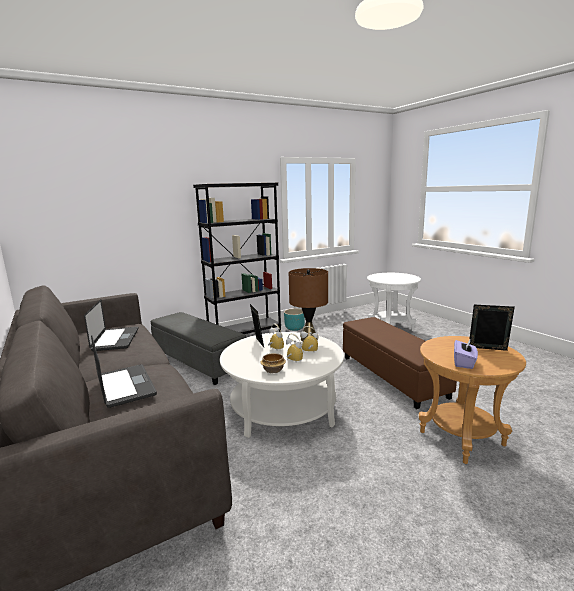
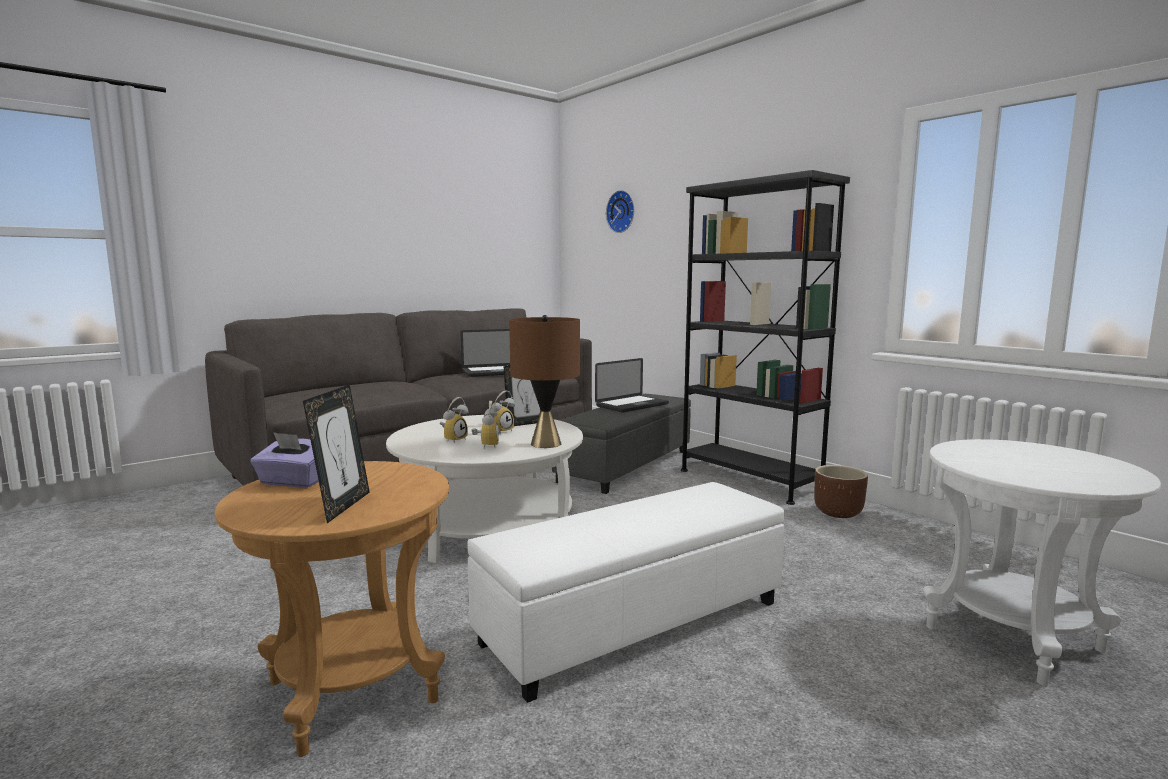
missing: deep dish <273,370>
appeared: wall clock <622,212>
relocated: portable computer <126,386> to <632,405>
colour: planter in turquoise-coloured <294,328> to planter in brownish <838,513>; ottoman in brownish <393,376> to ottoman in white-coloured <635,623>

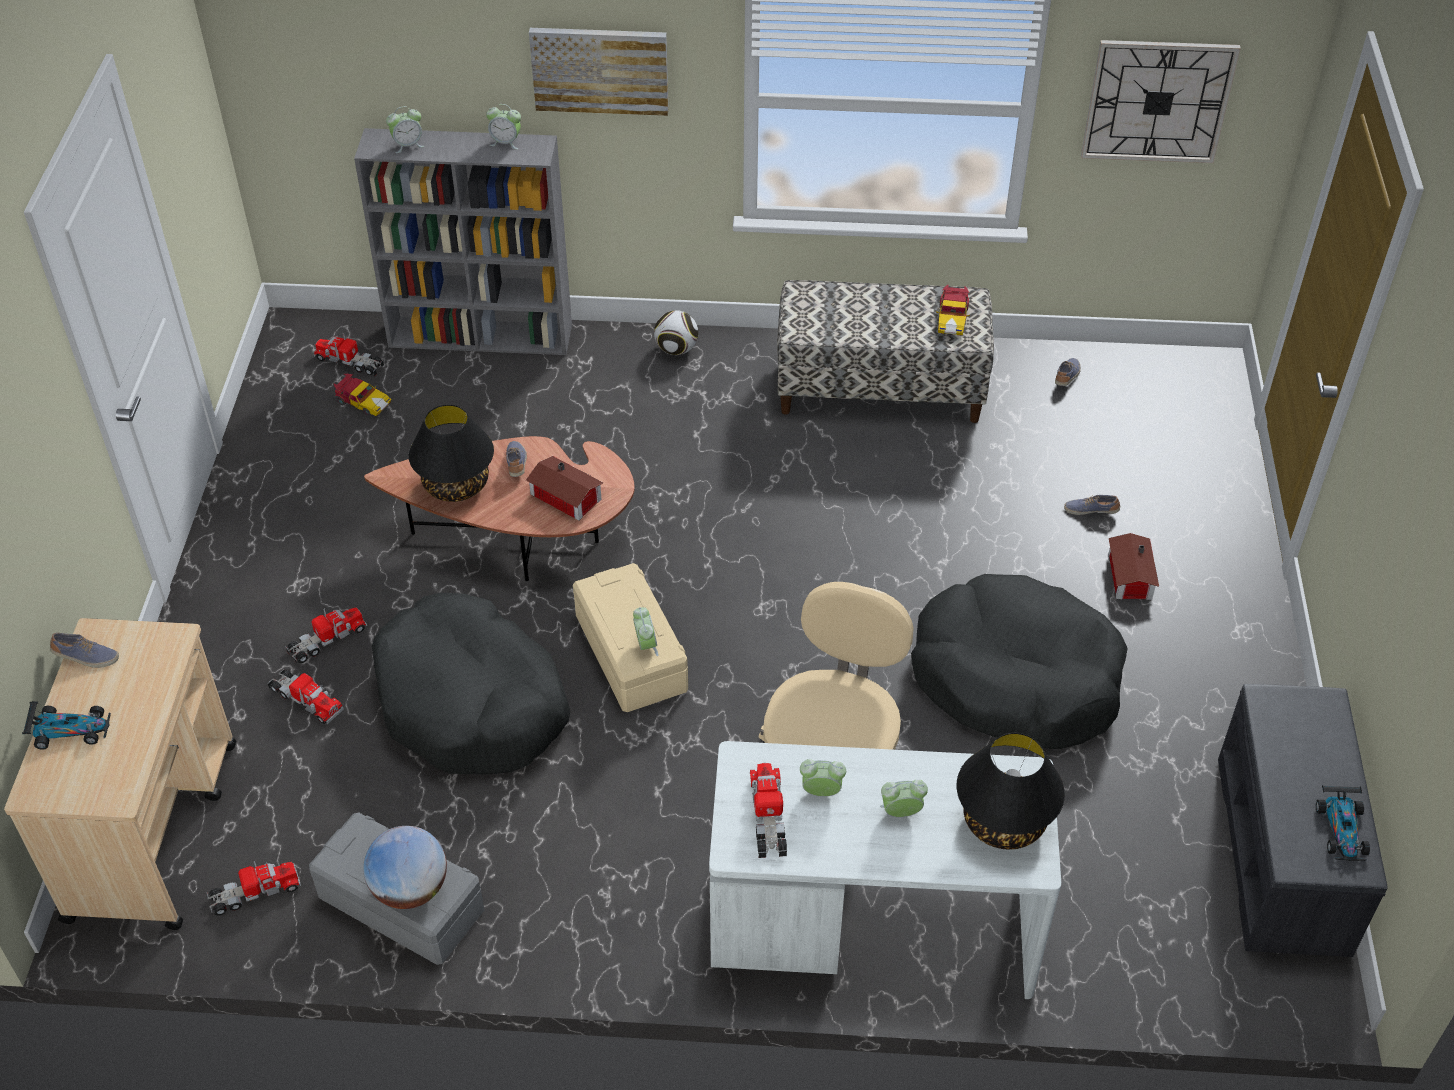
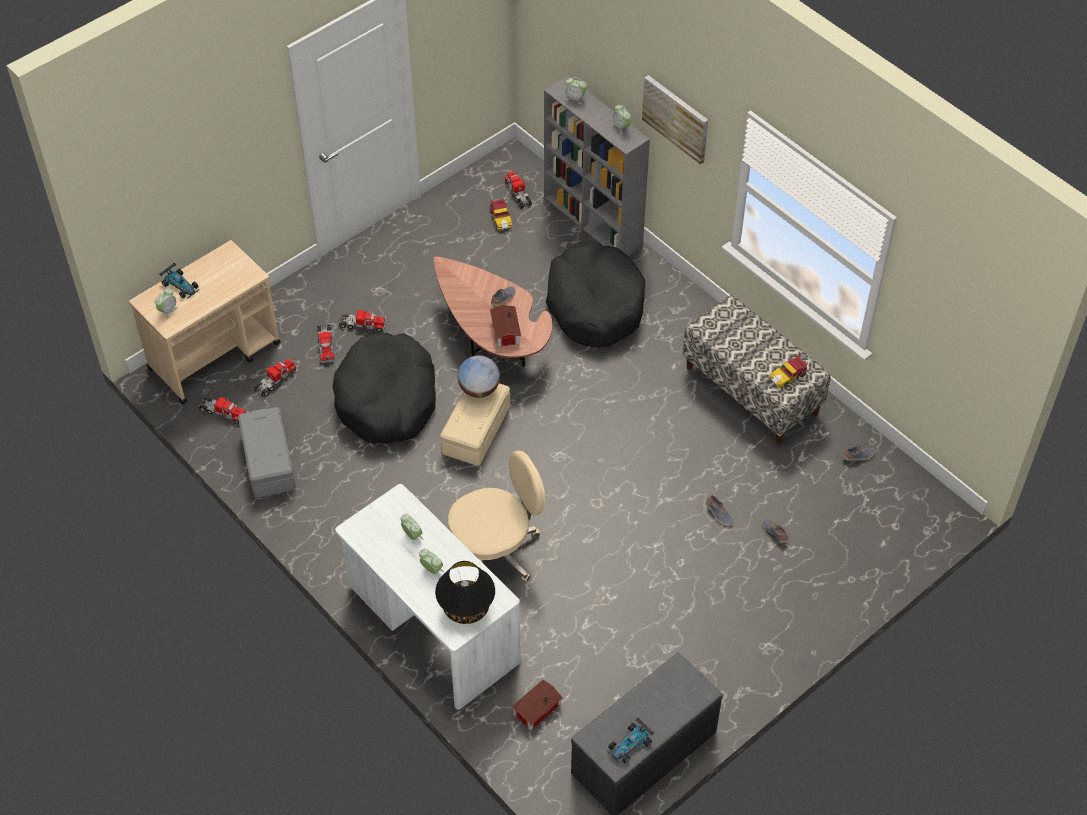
missing: lamp for a table in blackish <456,485>; football <676,349>; wall clock <1158,101>
relocated: shoe <86,657> to <719,514>; world globe <410,888> to <479,389>; alarm clock <645,645> to <168,311>; model truck <768,816> to <275,380>; dog bed in blackish <1015,678> to <595,305>; miniature house <1128,577> to <535,709>

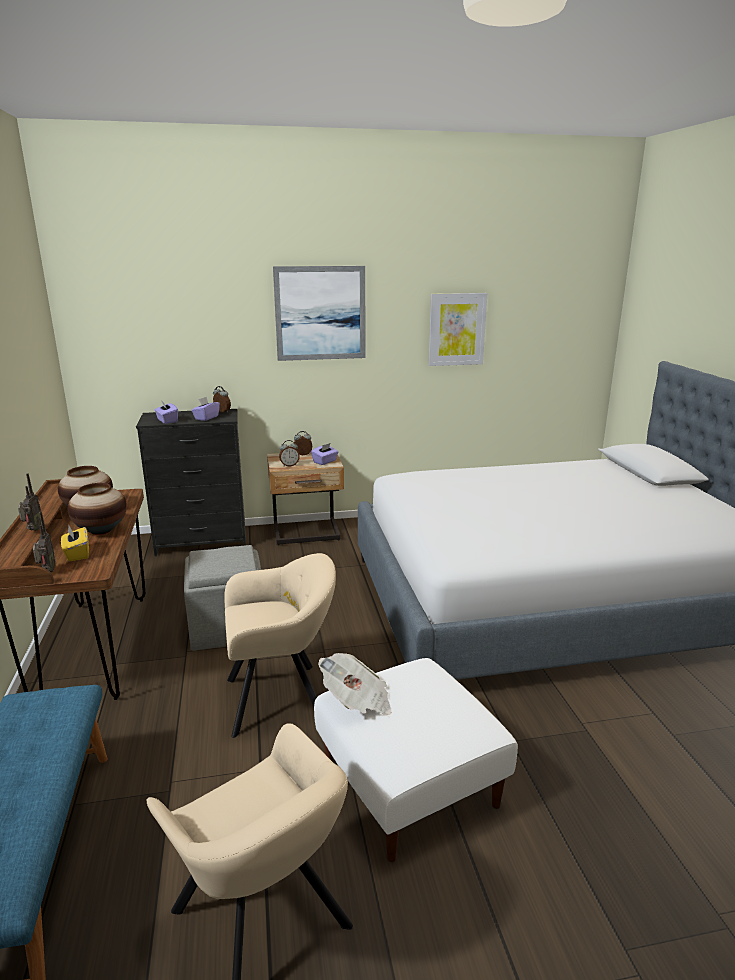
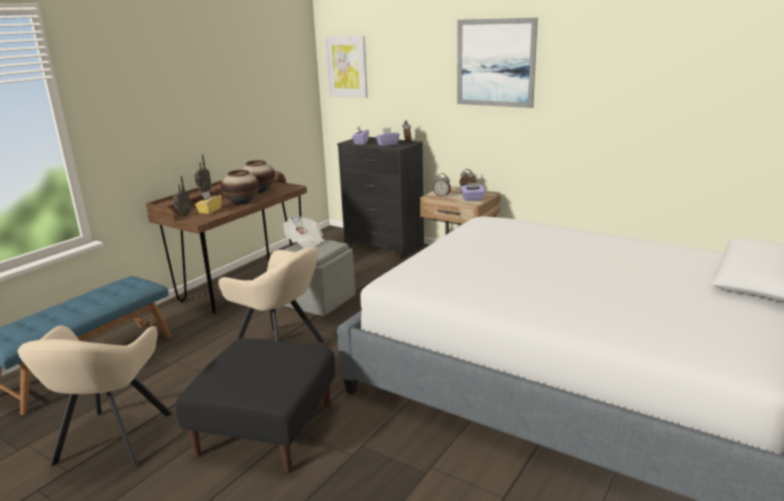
relocated: daily paper <357,701> to <304,242>; picture <456,329> to <347,66>
colour: ottoman in white-coloured <408,783> to ottoman in blackish <266,428>

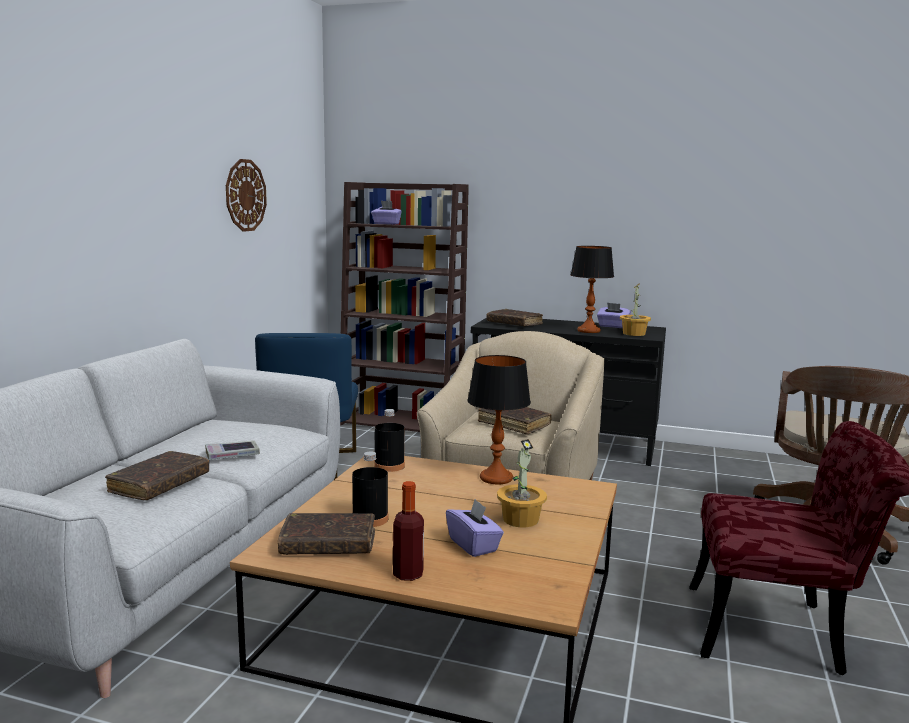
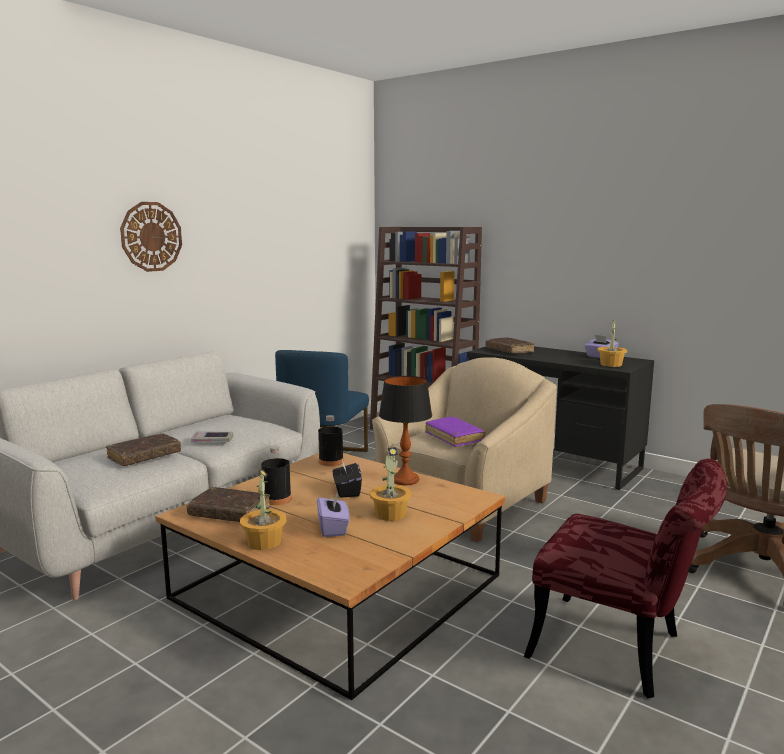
missing: box of tissues in purple <387,224>; lamp for a table <589,331>
appeared: box of tissues in blackish <347,491>
relocated: wall clock <245,195> to <151,236>
exchanged: bottle <408,574> to houseplant <263,542>
colour: volume in brownish <514,424> to volume in purple <454,437>

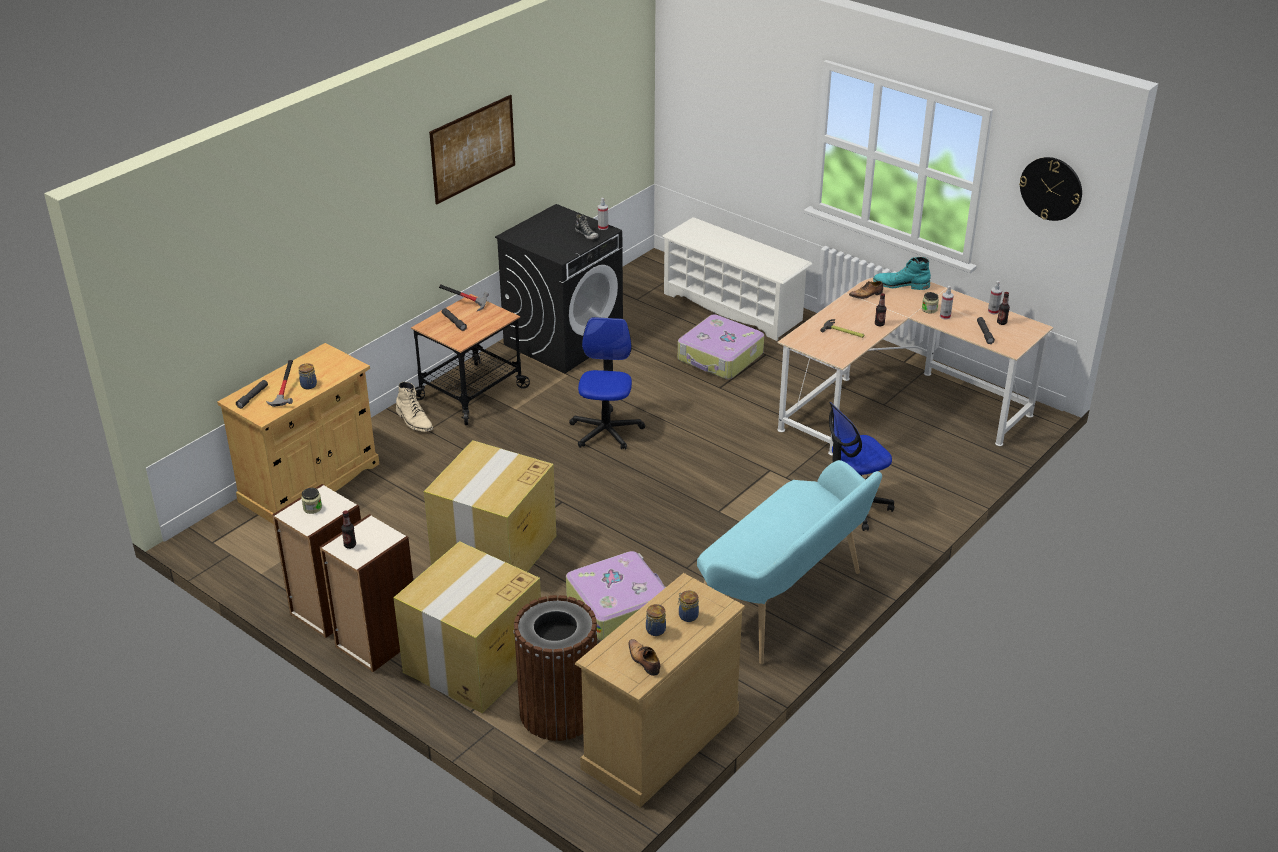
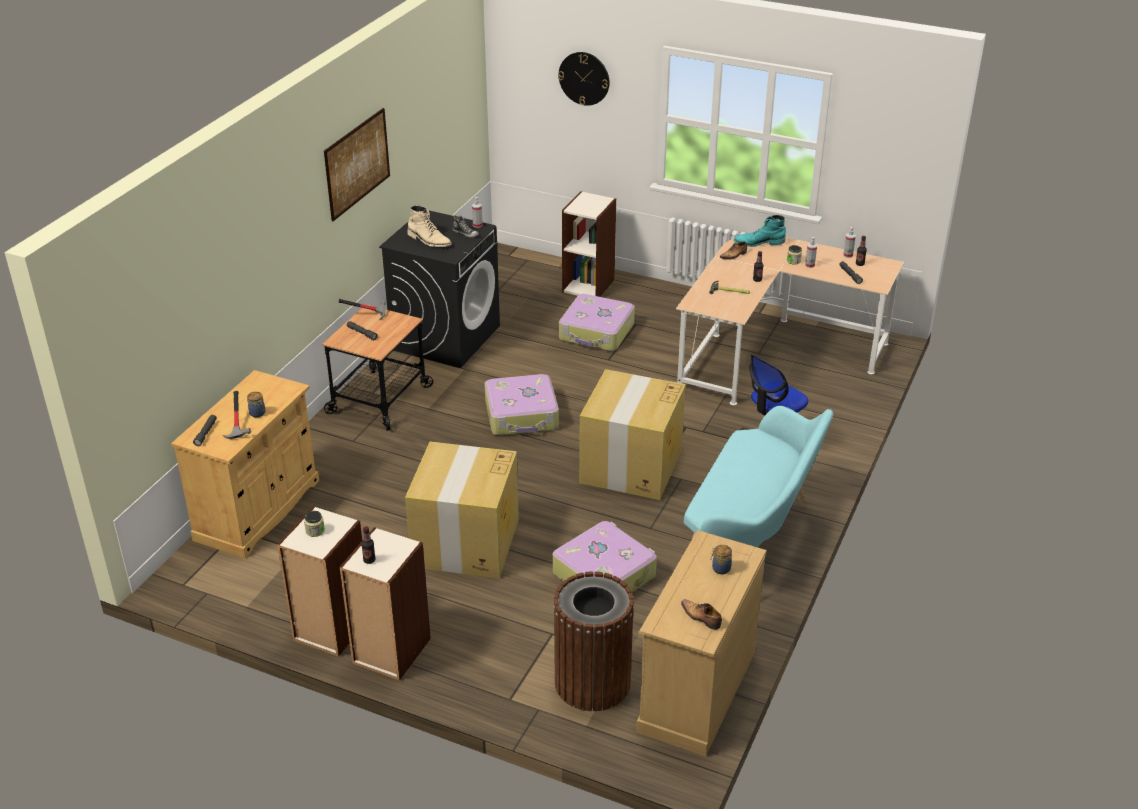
missing: preserve jar <655,630>
relocated: packing box <472,663> to <630,467>; tall boot in beige-coloured <414,421> to <429,241>; wall clock <1051,188> to <584,78>
exchanged: office chair <606,431> to suitcase <522,415>; shoe shelf in white-coloured <733,307> to shelving unit <589,285>

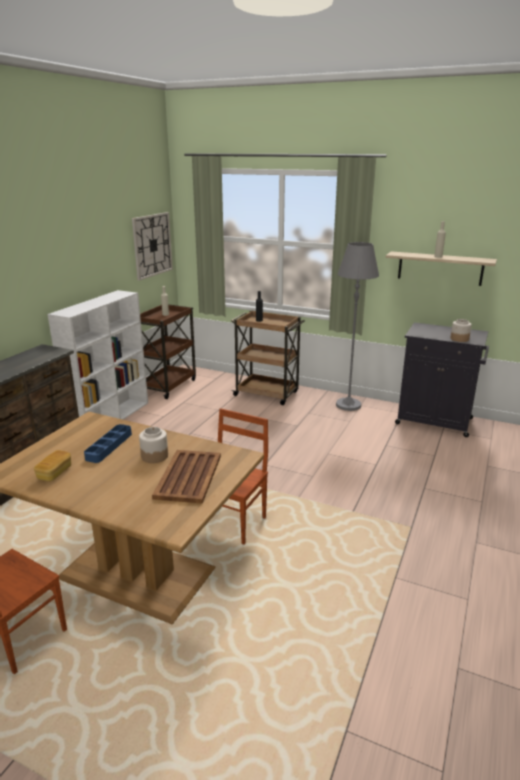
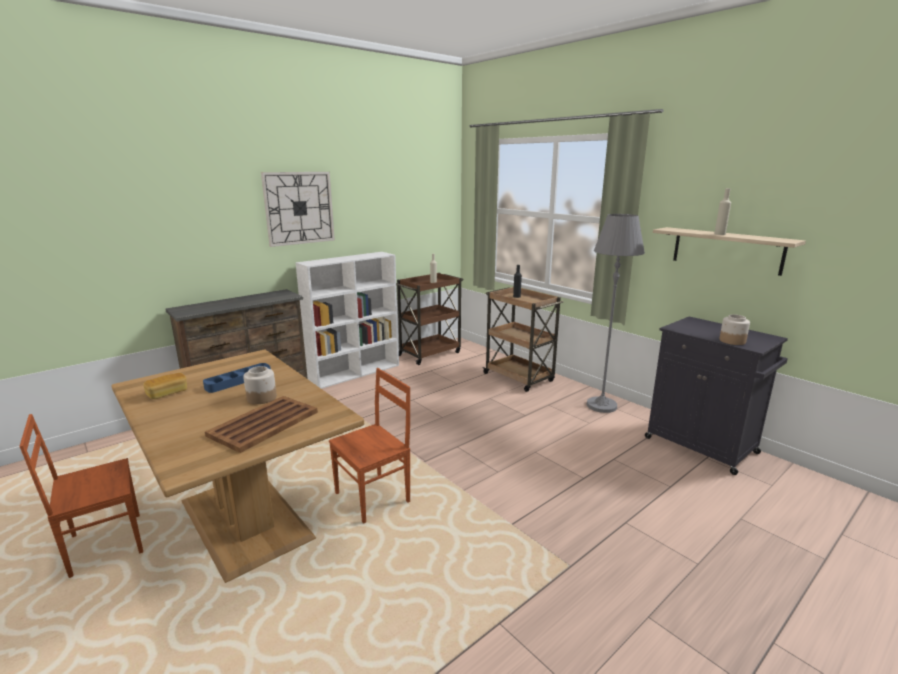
relocated: wall clock <152,245> to <299,208>

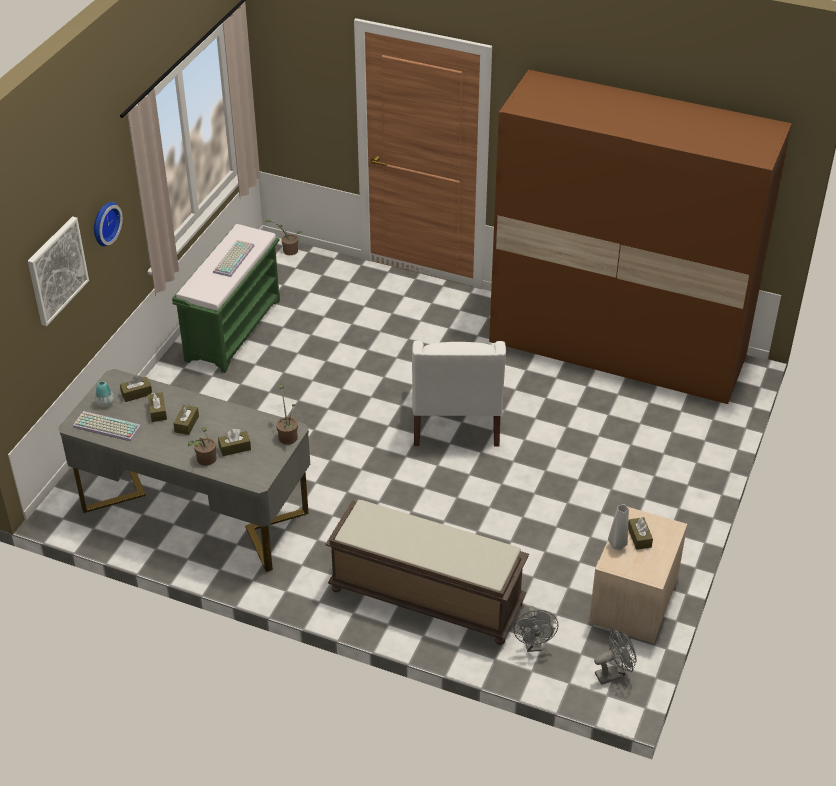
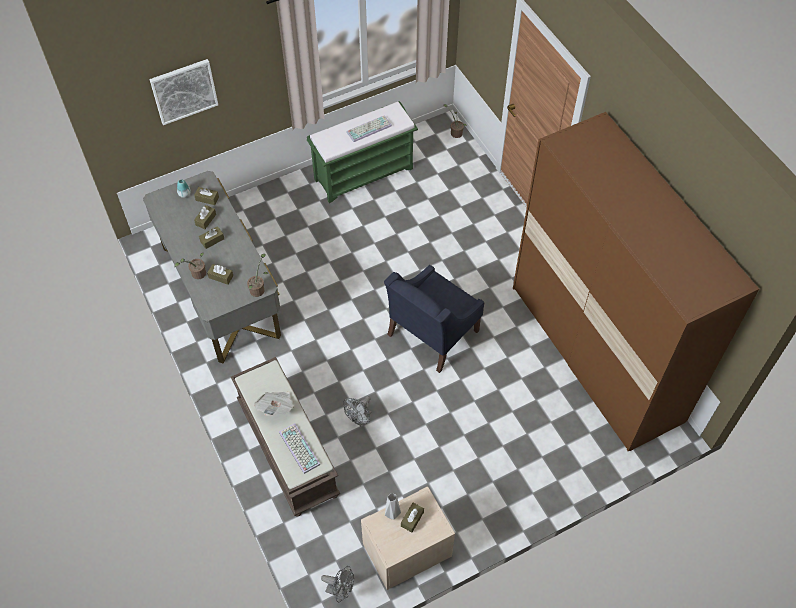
missing: wall clock <104,223>
appeared: daily paper <276,407>
relocated: keyboard <105,427> to <298,448>; cooling fan in greyish <533,645> to <359,419>
colour: easy chair in white-coloured <455,420> to easy chair in blue-coloured <432,333>

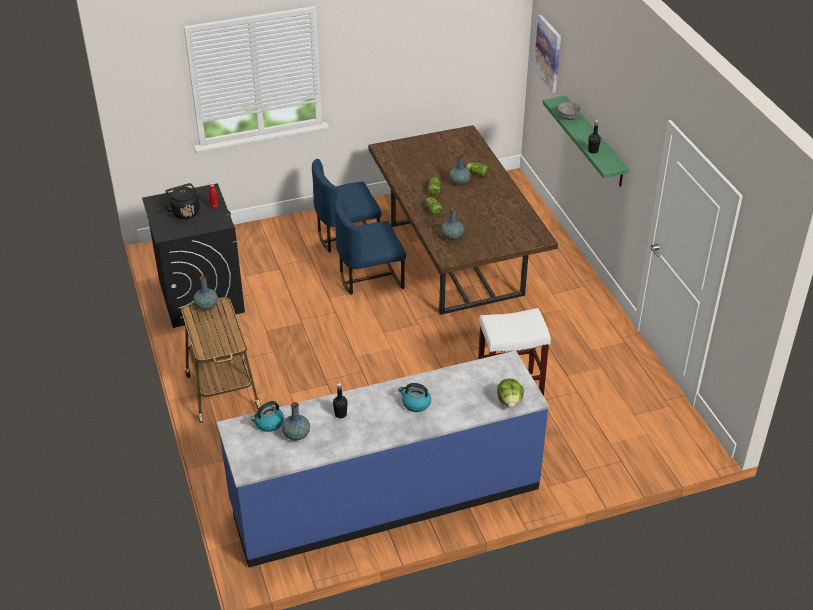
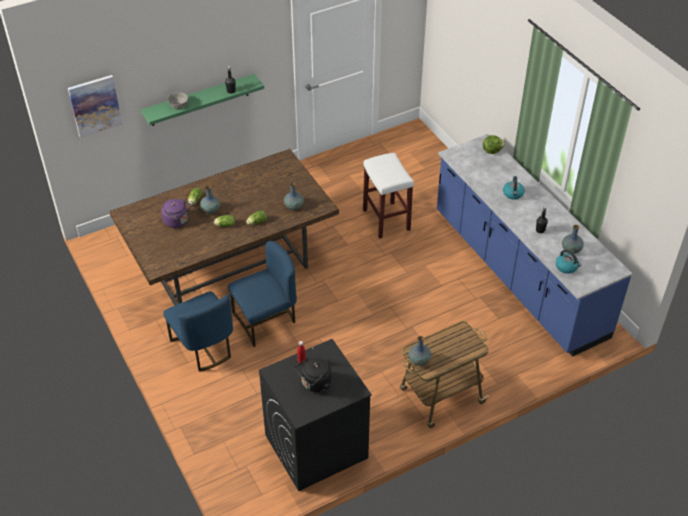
appeared: water kettle in purple <177,221>
spun: plain chair in blue-coloured <370,278> = <265,320> 90 degrees counterclockwise

